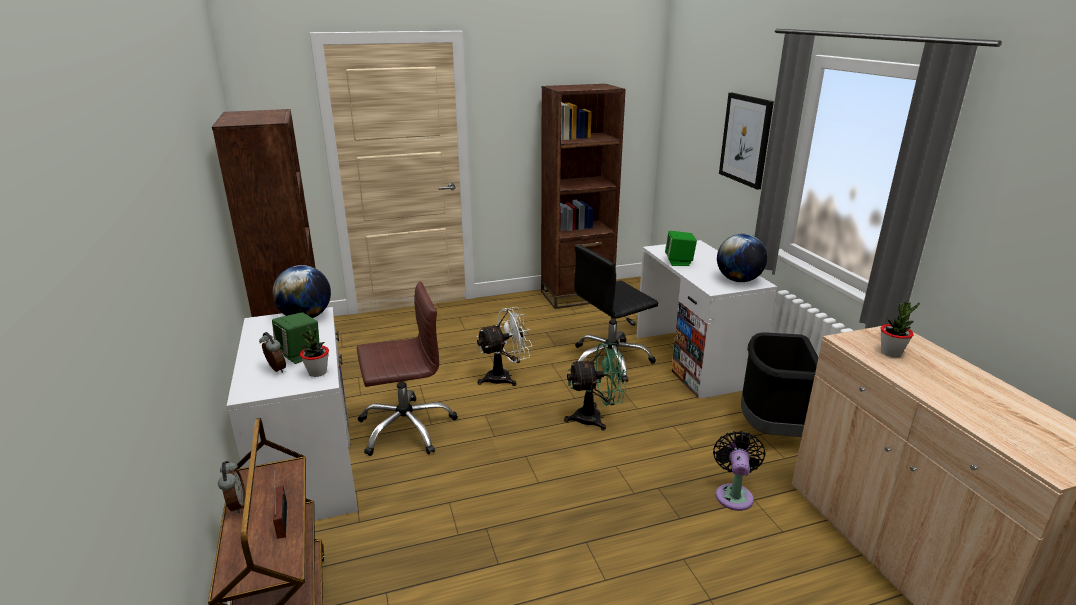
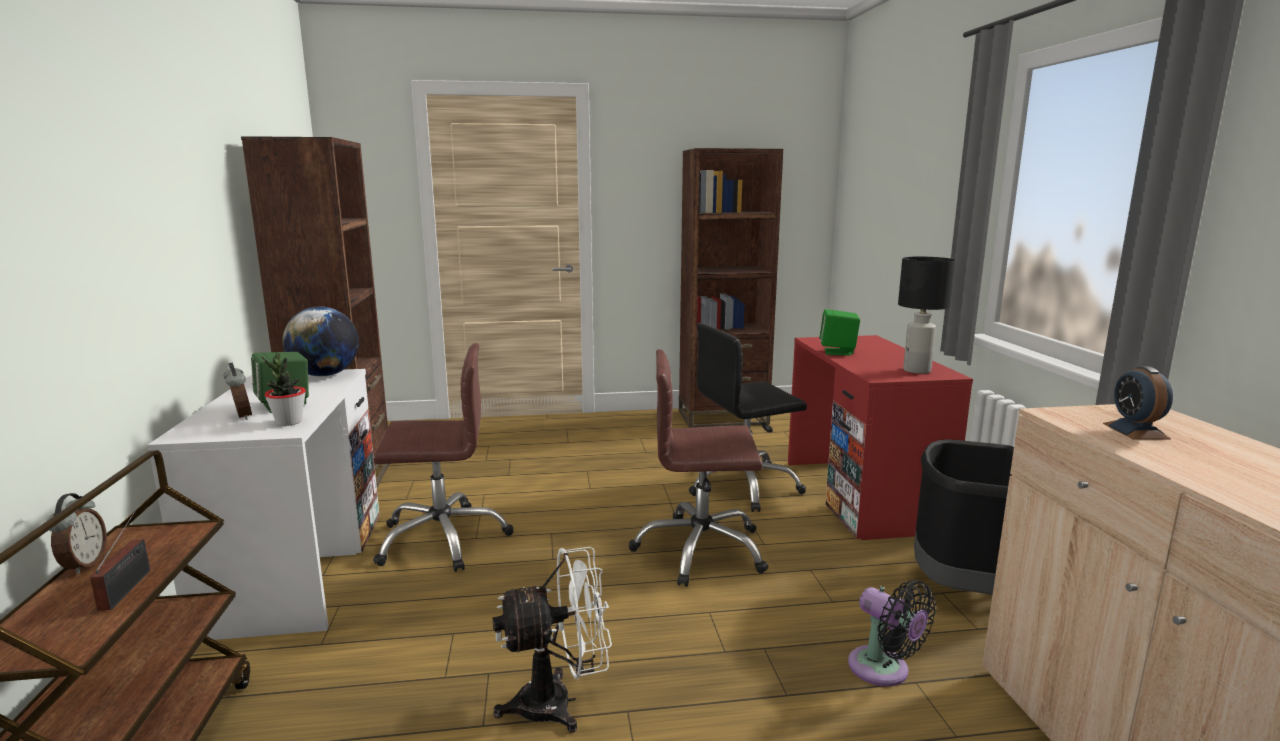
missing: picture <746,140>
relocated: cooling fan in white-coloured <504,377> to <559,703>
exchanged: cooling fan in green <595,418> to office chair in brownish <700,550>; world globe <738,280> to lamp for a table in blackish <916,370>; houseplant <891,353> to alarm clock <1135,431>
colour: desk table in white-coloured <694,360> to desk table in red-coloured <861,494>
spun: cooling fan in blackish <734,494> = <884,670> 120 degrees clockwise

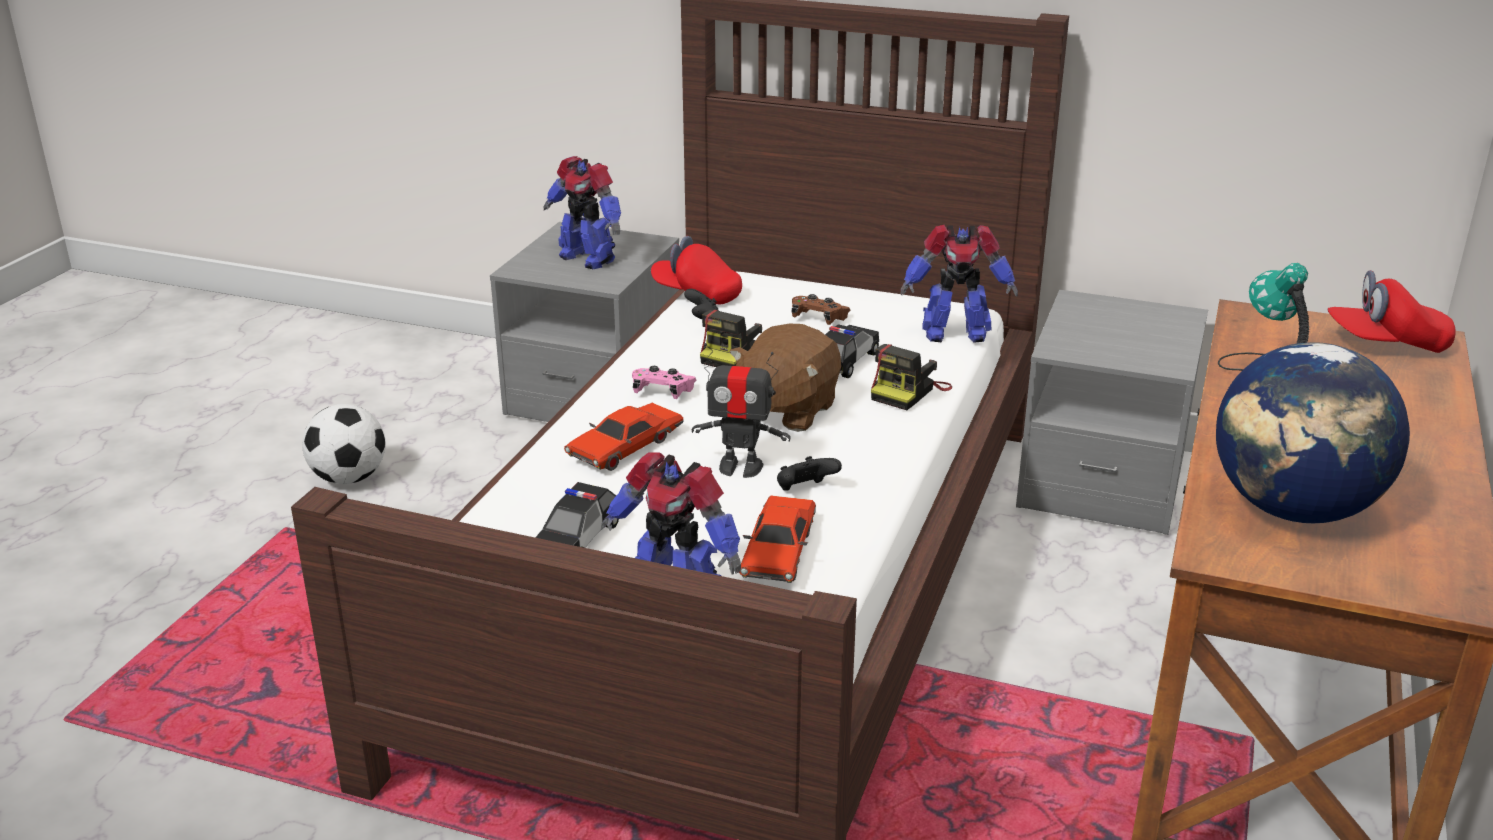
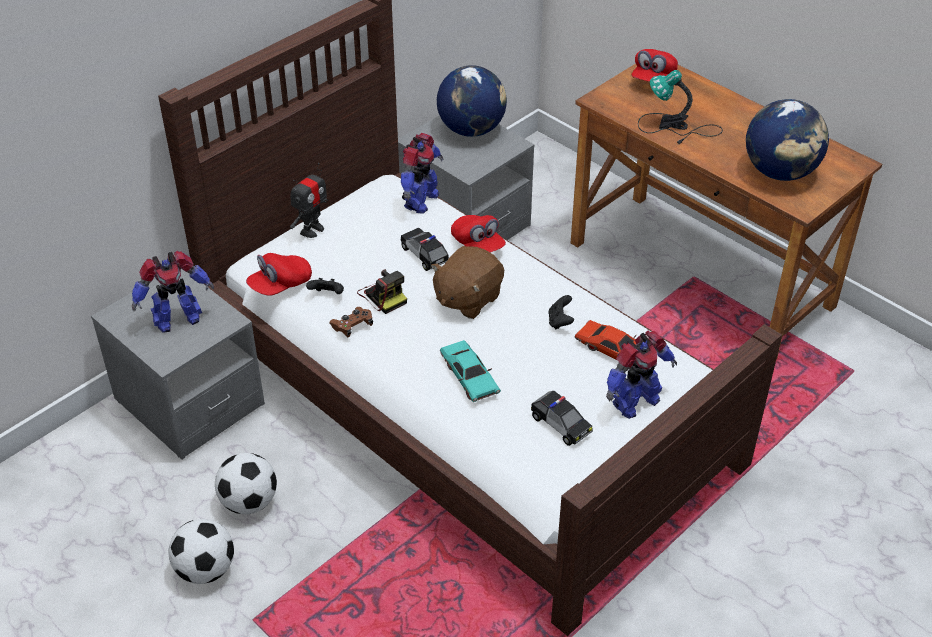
missing: gamepad in pink-coloured <663,392>
appeared: football <249,502>; world globe <471,129>
relocated: toy robot <740,467> to <312,230>; gamepad in brownish <819,319> to <352,326>
exchanged: photo camera <908,392> to baseball cap in red-coloured <478,245>
colour: toy car in red-coloured <626,447> to toy car in turquoise-coloured <469,377>
spun: soft toy in brownish <786,410> = <467,298> 75 degrees clockwise

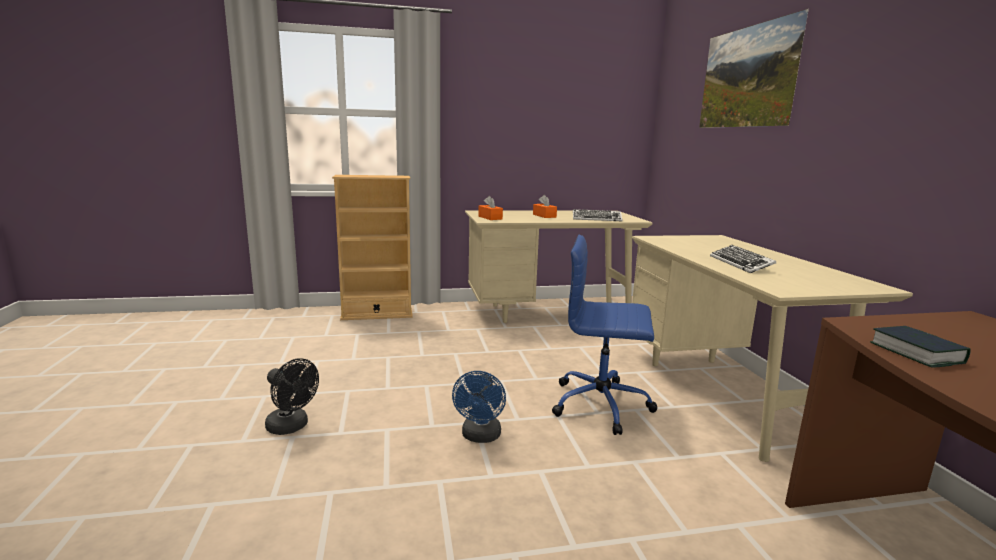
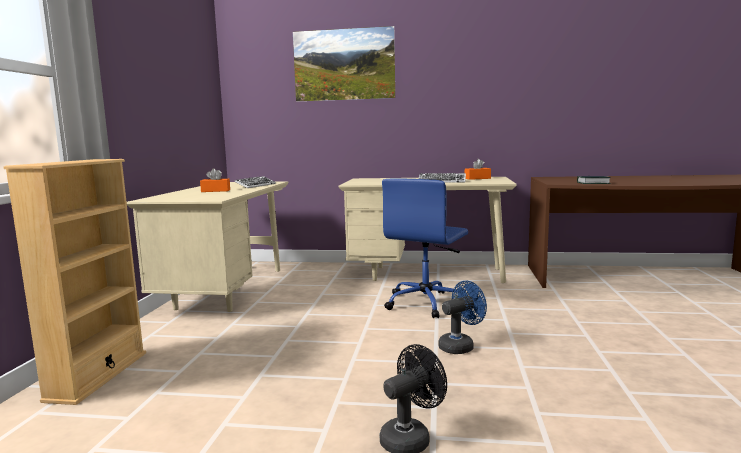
relocated: box of tissues in orange-coloured <490,218> to <477,178>
spun: cooling fan in blue-coloured <480,437> = <460,346> 60 degrees counterclockwise

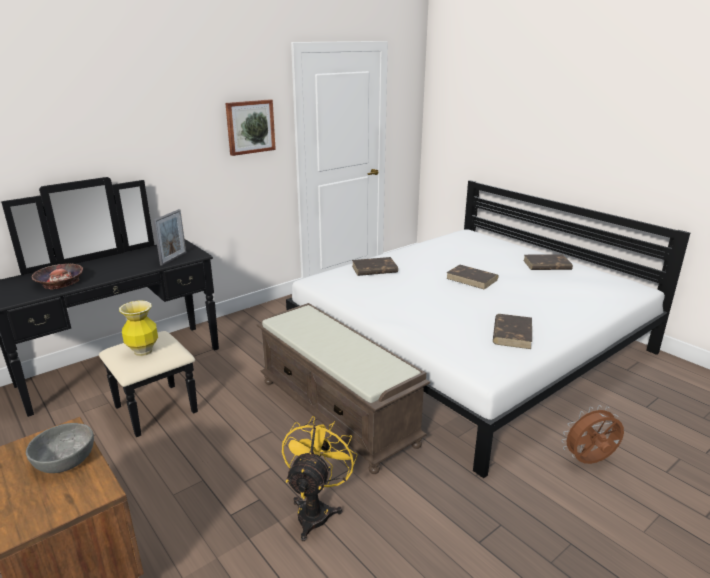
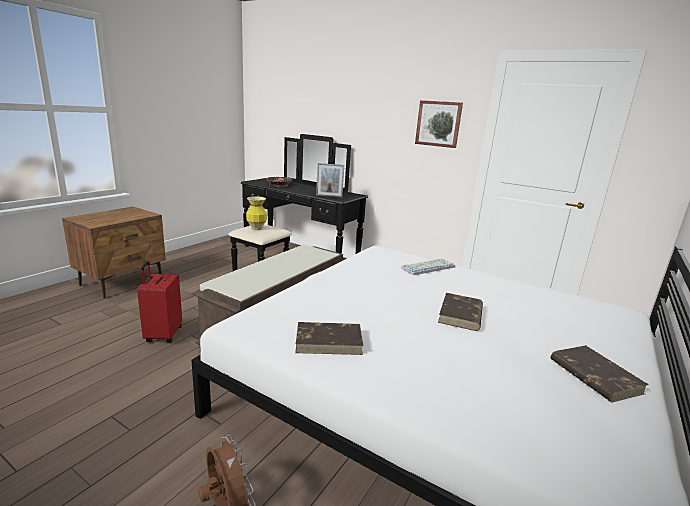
missing: deep dish in greyish <64,460>
exchanged: cooling fan in yellow-coloured <316,510> to suitcase in red-coloured <163,335>; volume in brownish <374,269> to keyboard <428,267>

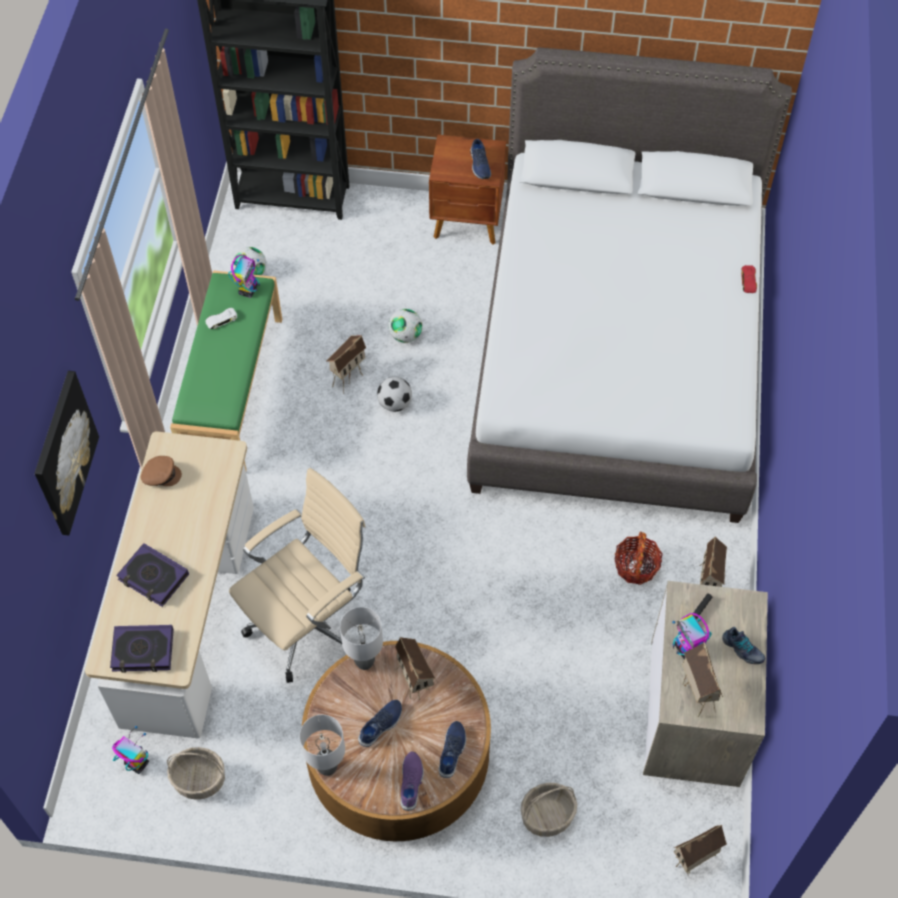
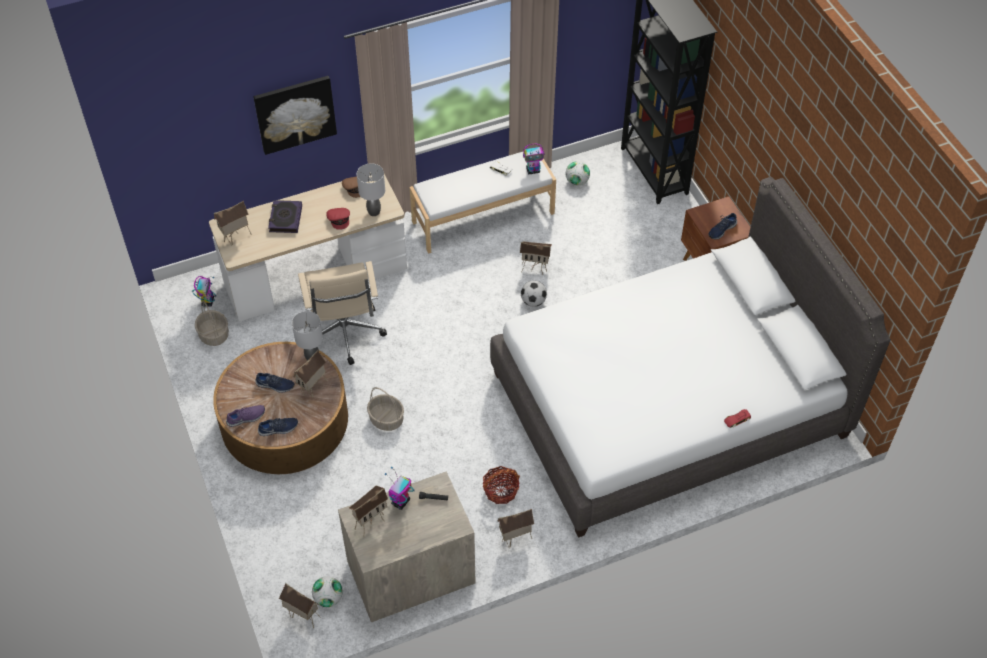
missing: shoe <742,649>
appeared: baseball cap in red-coloured <339,219>
relocated: lamp for a table in greyish <327,766> to <374,212>; football <405,335> to <328,598>; storage basket <547,816> to <386,419>
exchanged: volume <143,651> to miniature house <236,238>
colour: bench in green <232,390> to bench in white-coloured <483,217>
spun: office chair in beige-coloured <309,624> = <345,336> 60 degrees clockwise

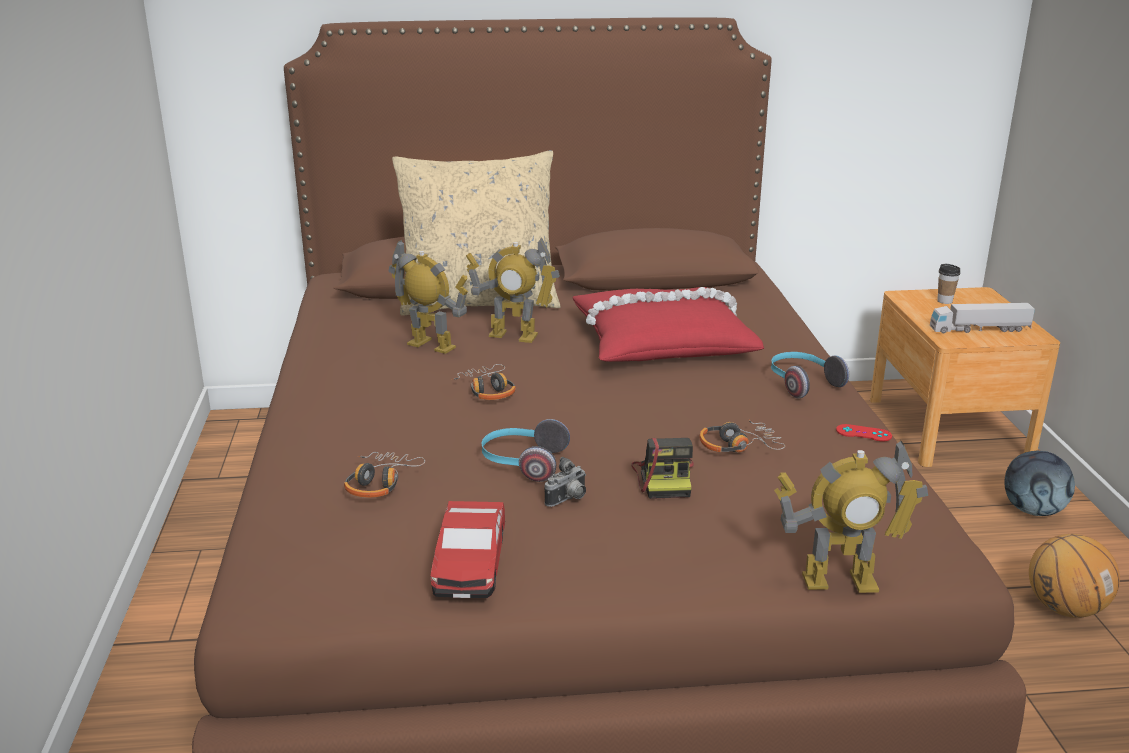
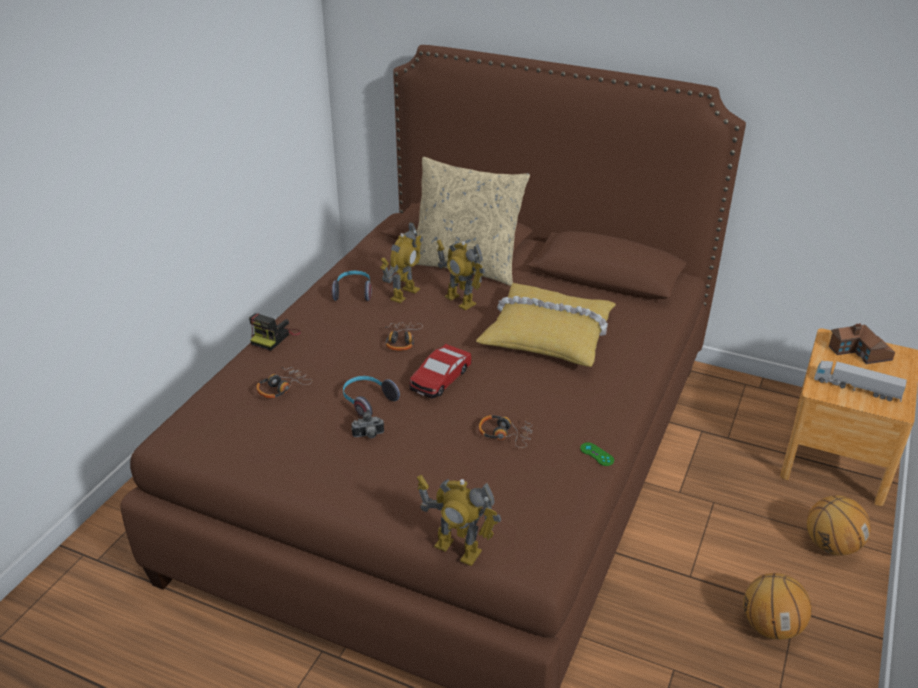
relocated: toy car <470,563> to <440,378>; photo camera <665,478> to <274,337>; headset <802,383> to <353,292>
exchanged: cup <944,301> to miniature house <860,352>; football <1032,511> to basketball ball <831,545>
colour: throw pillow in red-coloured <661,341> to throw pillow in yellow-coloured <548,335>; gamepad in red-coloured <863,433> to gamepad in green <597,454>
spun: toy robot <431,345> = <404,294> 60 degrees clockwise

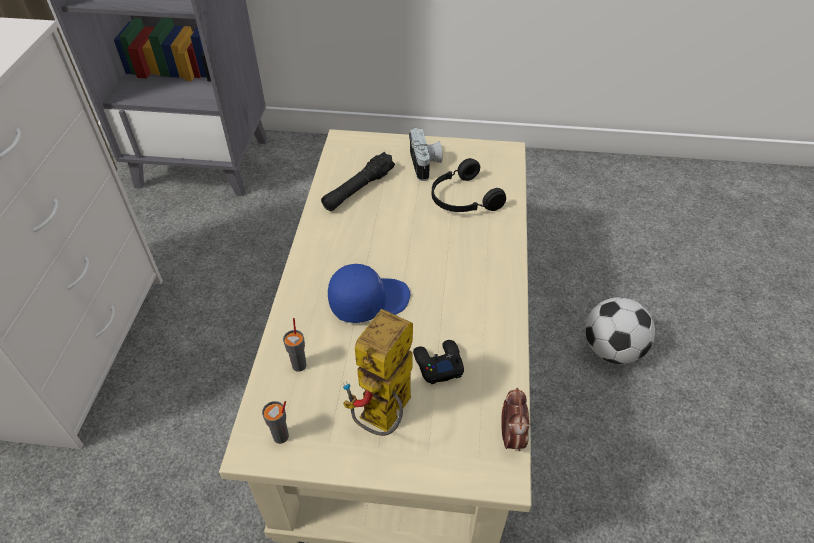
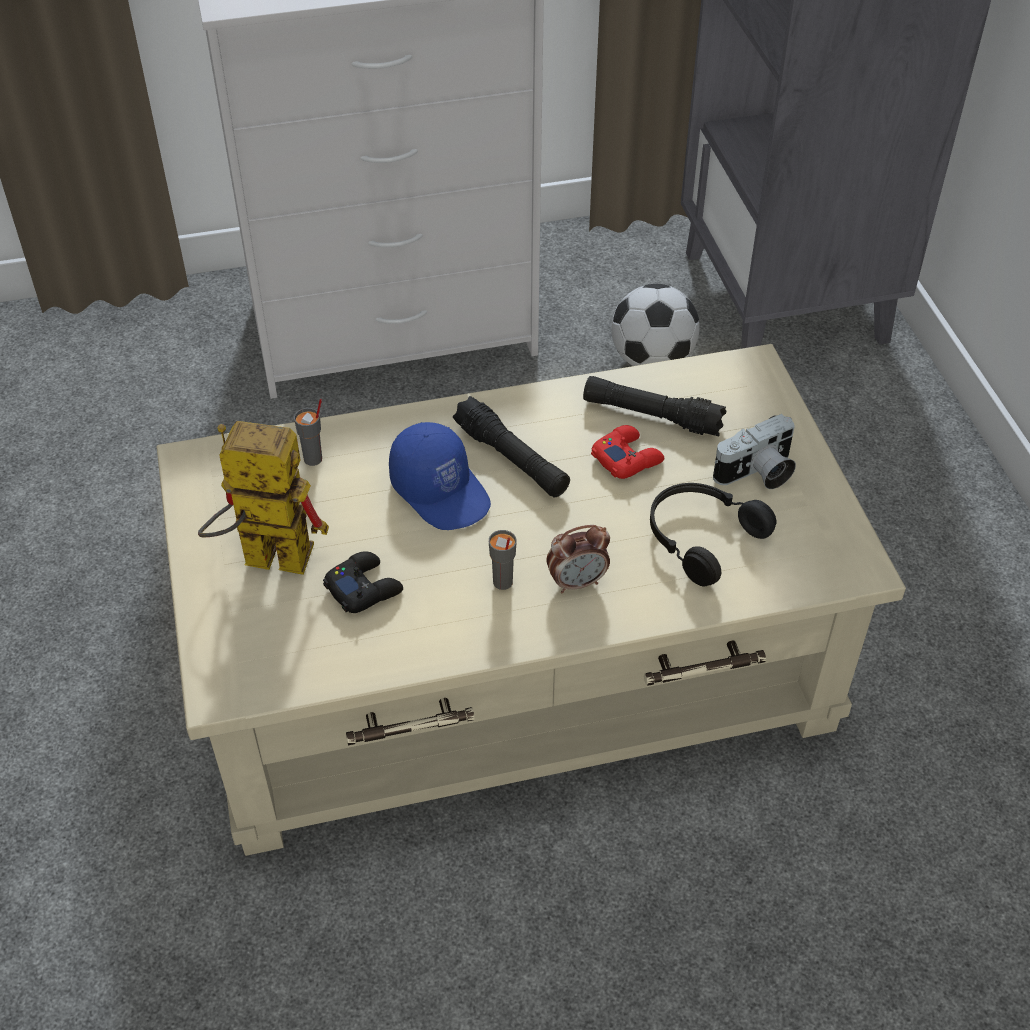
appeared: torch in blackish <511,459>; gamepad in red-coloured <627,458>
relocated: cup in greyish <281,436> to <502,582>; alarm clock <511,436> to <577,582>; football <612,349> to <652,361>

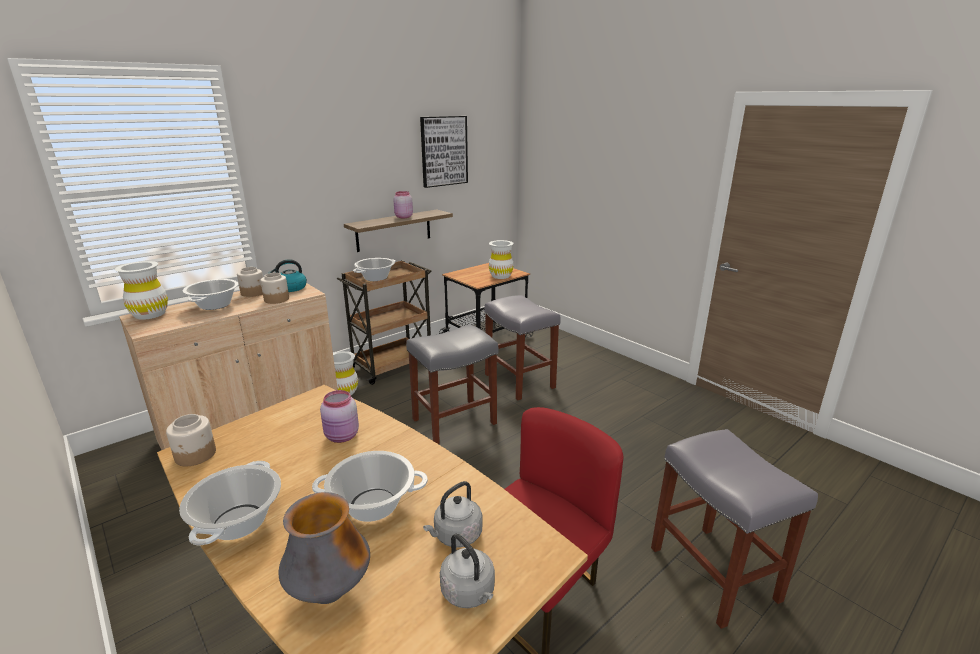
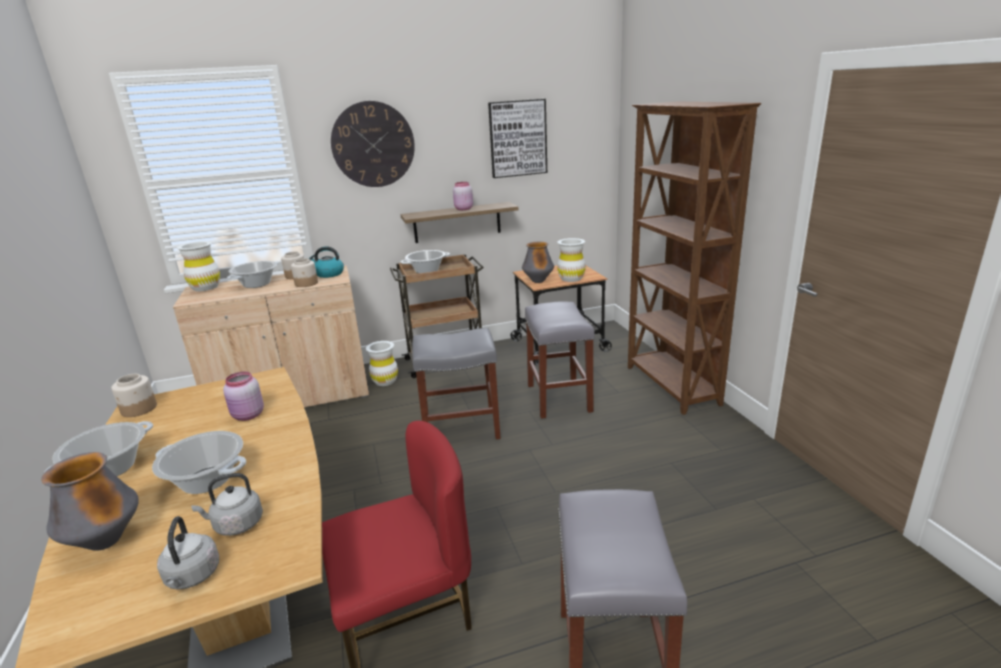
appeared: wall clock <373,144>; flower vase <538,281>; shelving unit in brownish <671,386>

